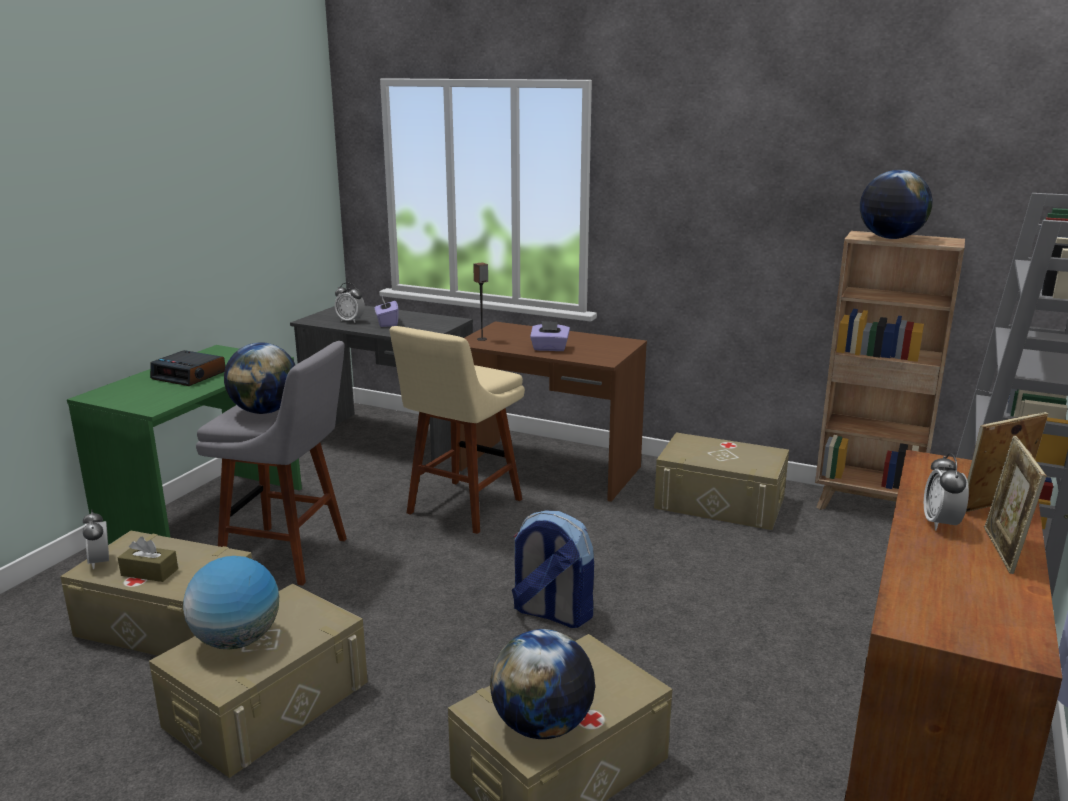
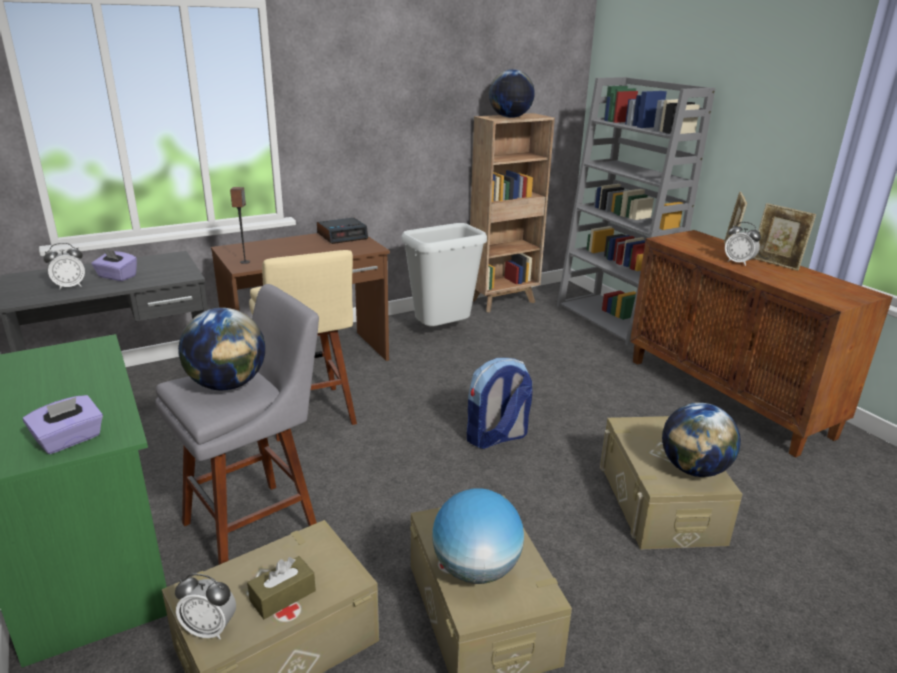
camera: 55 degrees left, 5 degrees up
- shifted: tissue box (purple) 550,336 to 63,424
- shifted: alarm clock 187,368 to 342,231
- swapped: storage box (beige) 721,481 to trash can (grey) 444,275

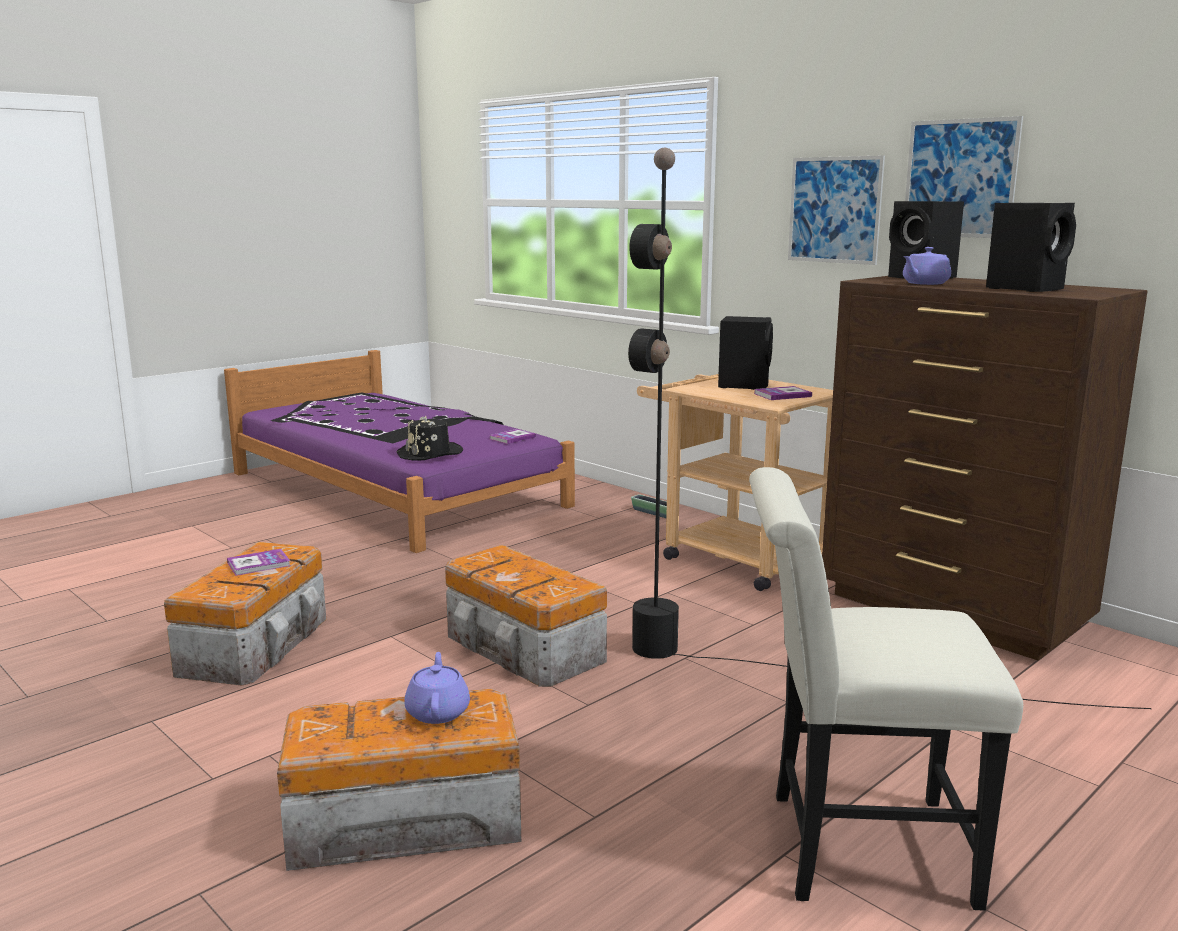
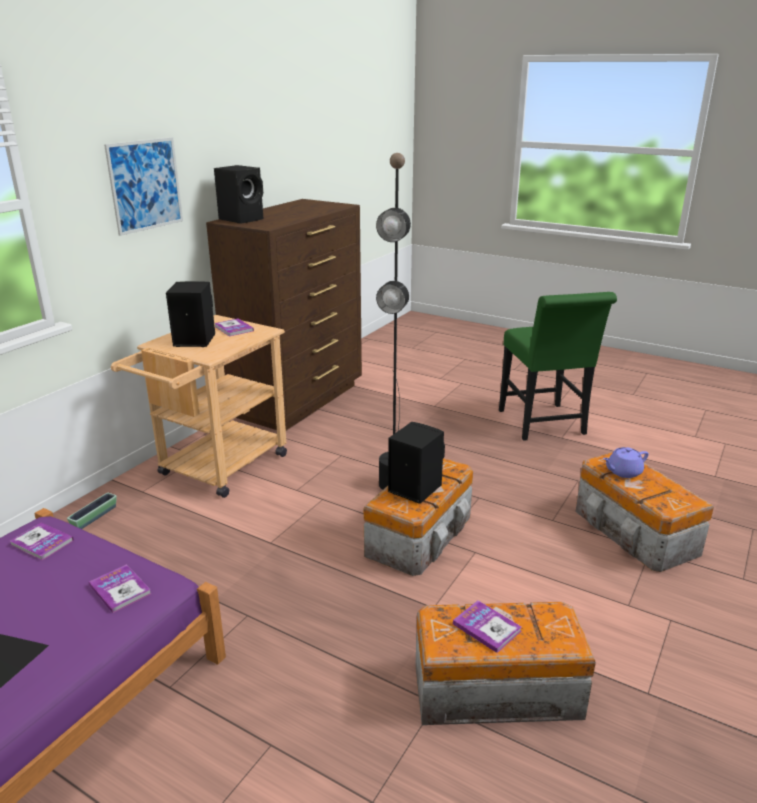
camera: 105 degrees left, 10 degrees up
- swapped: hat (black) 430,438 to book 120,588
- shifted: speaker (black) 1031,247 to 416,463
- repainted: chair (white) 886,689 to chair (green) 558,366
- gone: teapot (purple) 927,266
- gone: picture 964,177

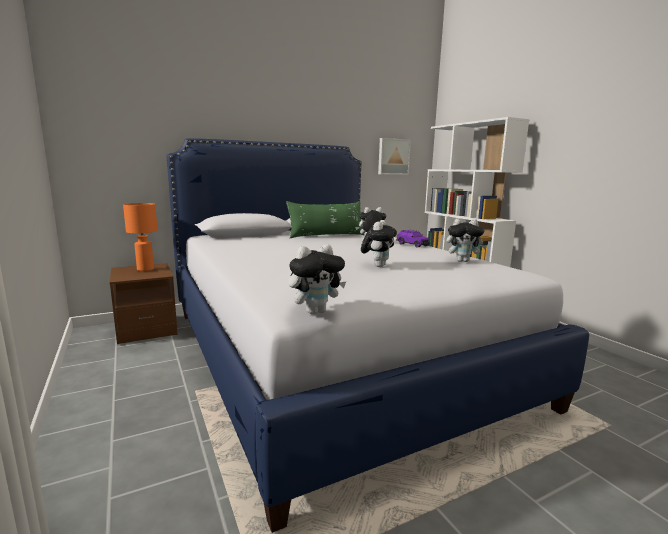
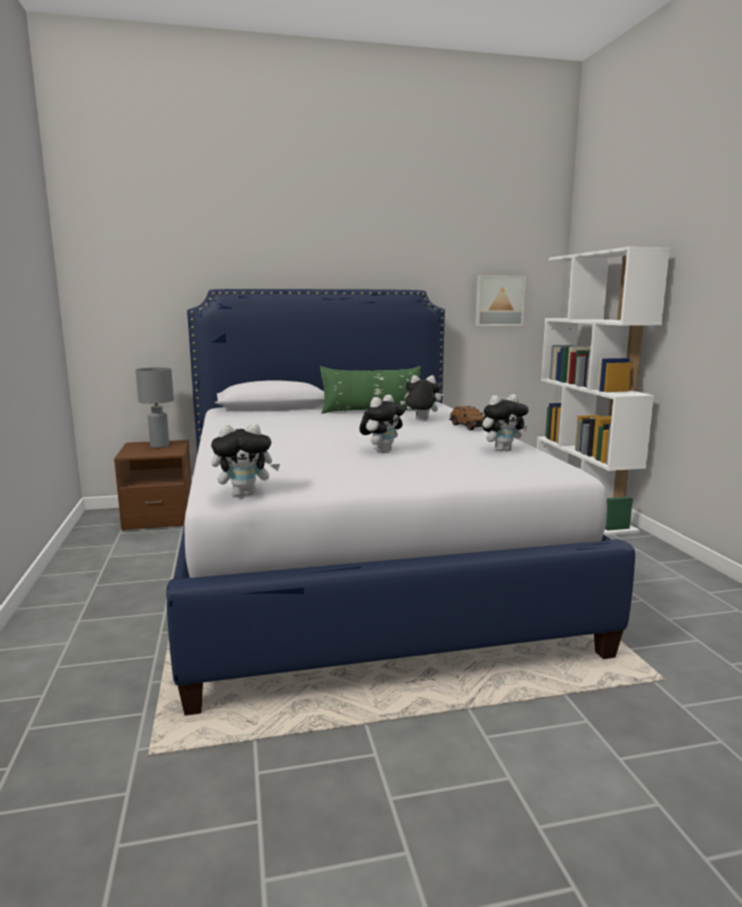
camera: 15 degrees right, 0 degrees up
- repainted: table lamp (orange) 140,237 to table lamp (grey) 155,407
- repainted: toy car (purple) 413,239 to toy car (brown) 466,418
- rotated: plush toy 466,240 = 505,422 45 degrees counterclockwise

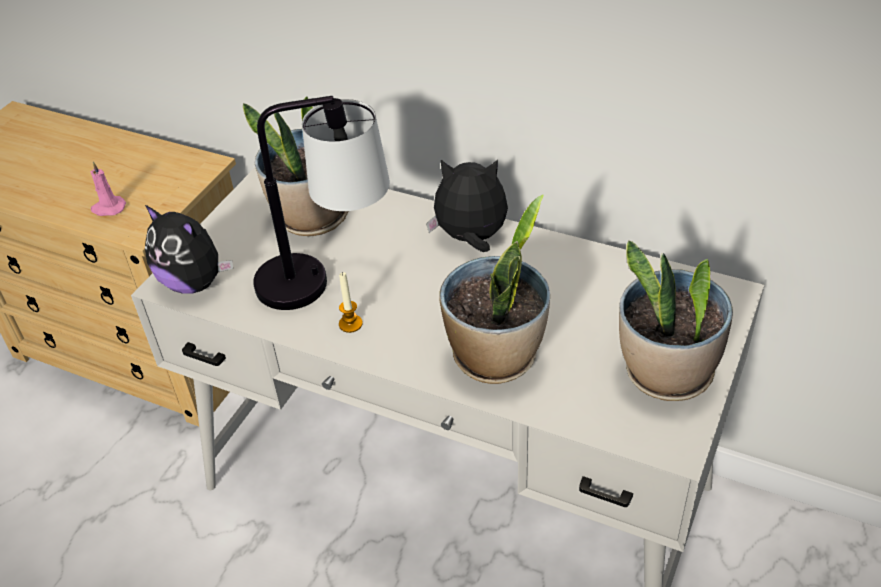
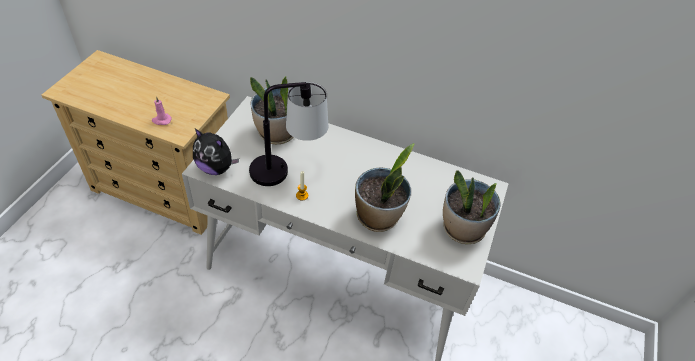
camera: 10 degrees left, 5 degrees up
- gone: plush toy 467,206

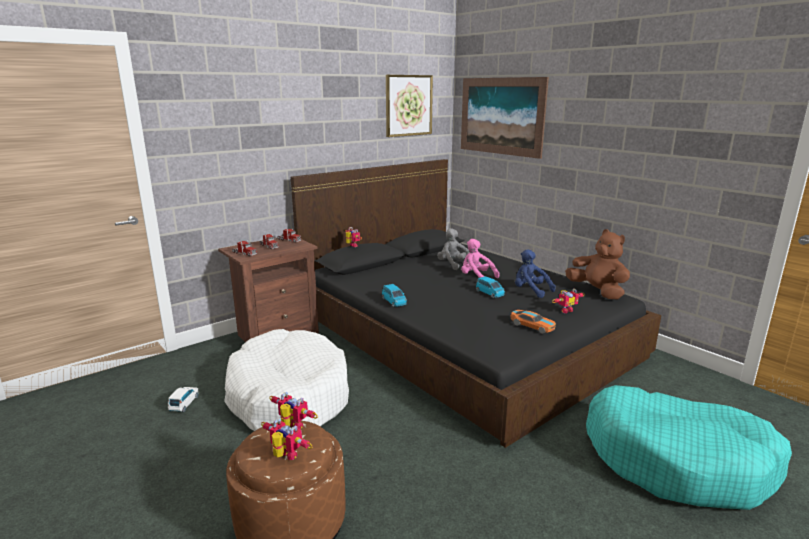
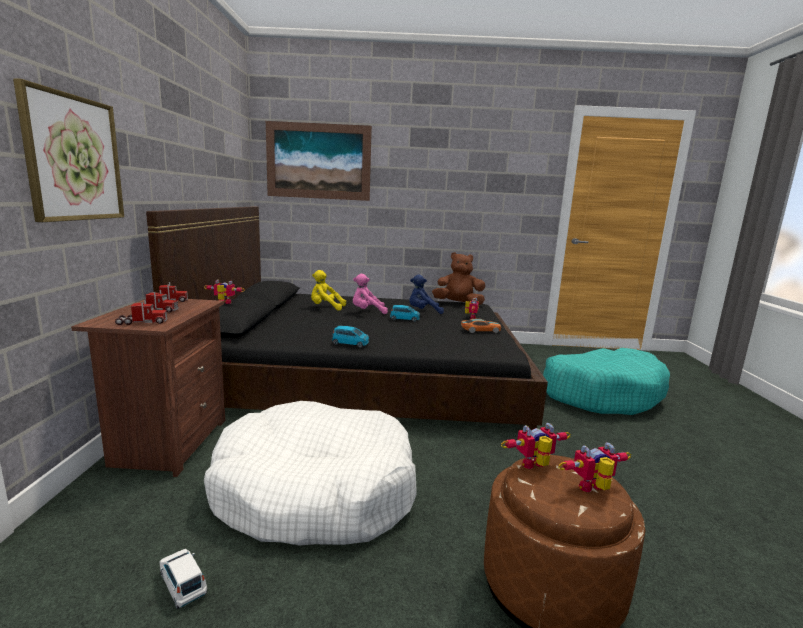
camera: 50 degrees left, 5 degrees down
- shifted: picture 409,106 to 68,150
- repainted: plush toy (grey) 453,249 to plush toy (yellow) 328,290

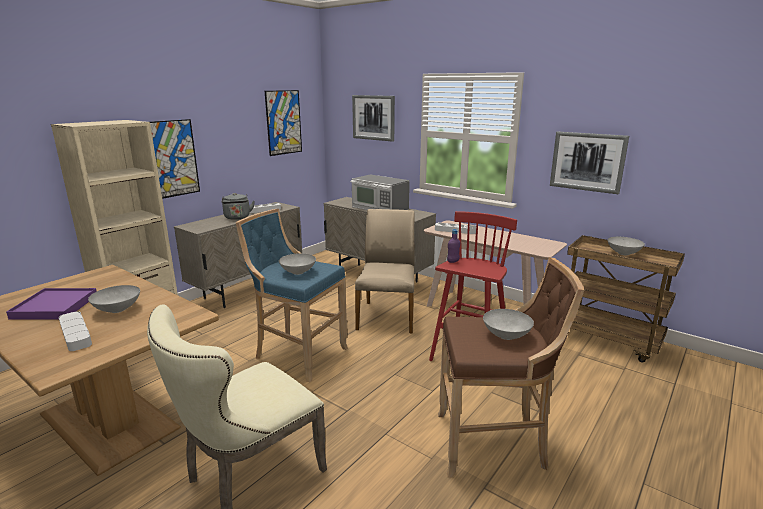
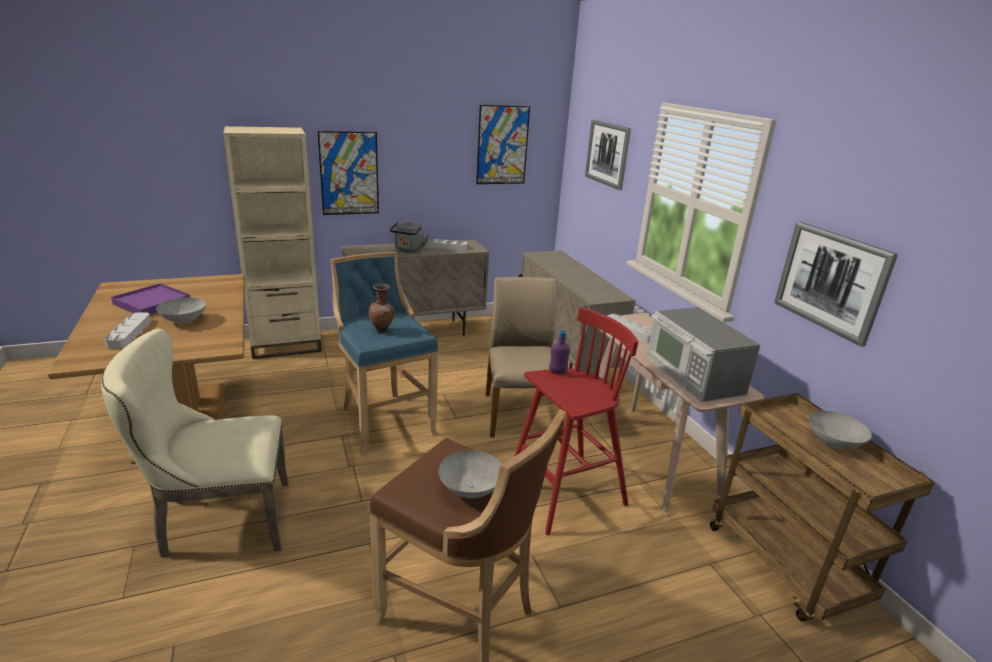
camera: 30 degrees right, 5 degrees up
- swapped: bowl (grey) 297,264 to vase (brown) 381,308
- rotated: chair (beige) 385,271 = 524,357 45 degrees counterclockwise
- shifted: microwave 380,192 to 703,354

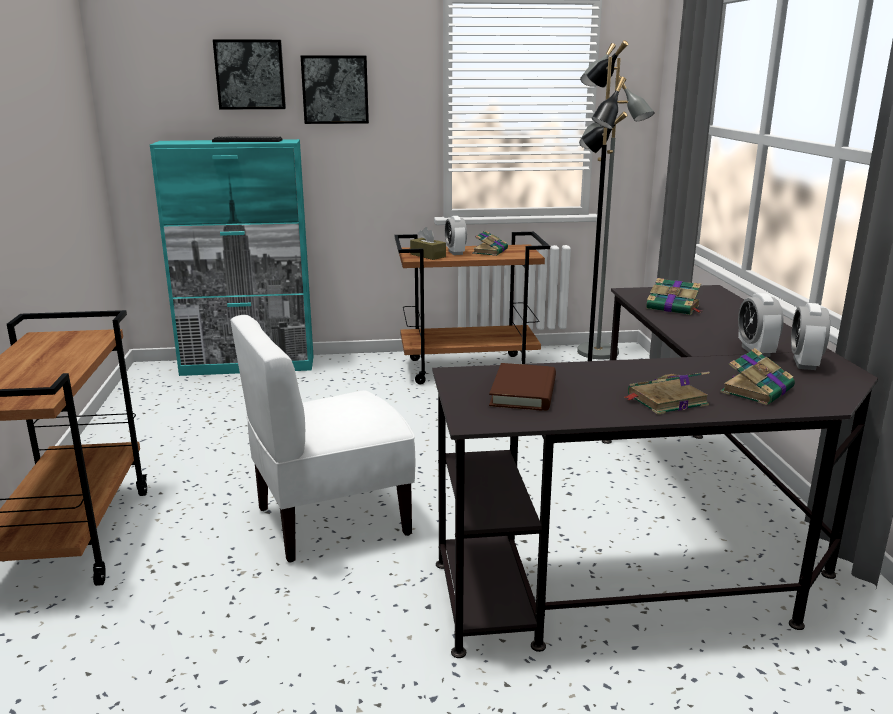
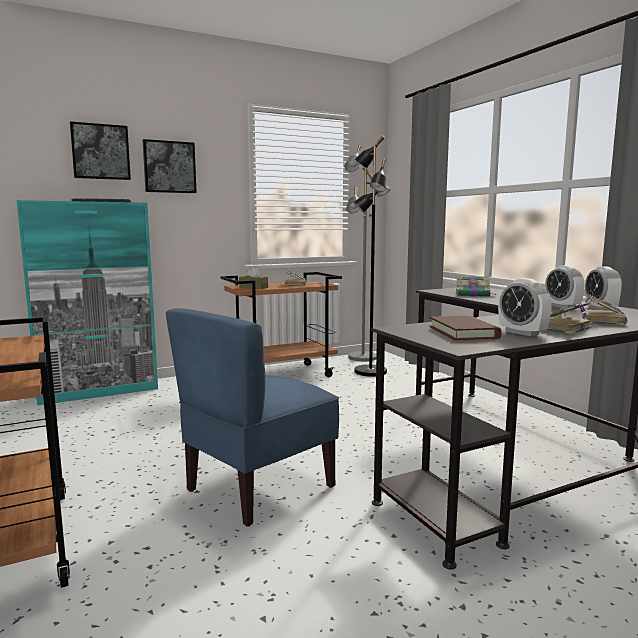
camera: 20 degrees left, 10 degrees down
- repainted: chair (white) 323,438 to chair (blue) 252,417
- shifted: alarm clock 456,235 to 525,307

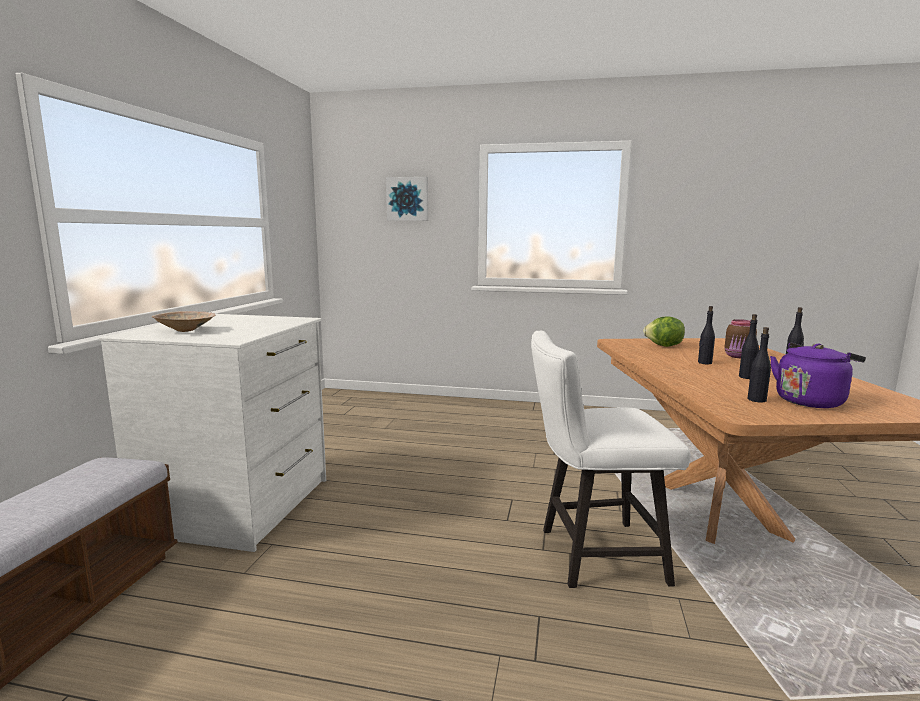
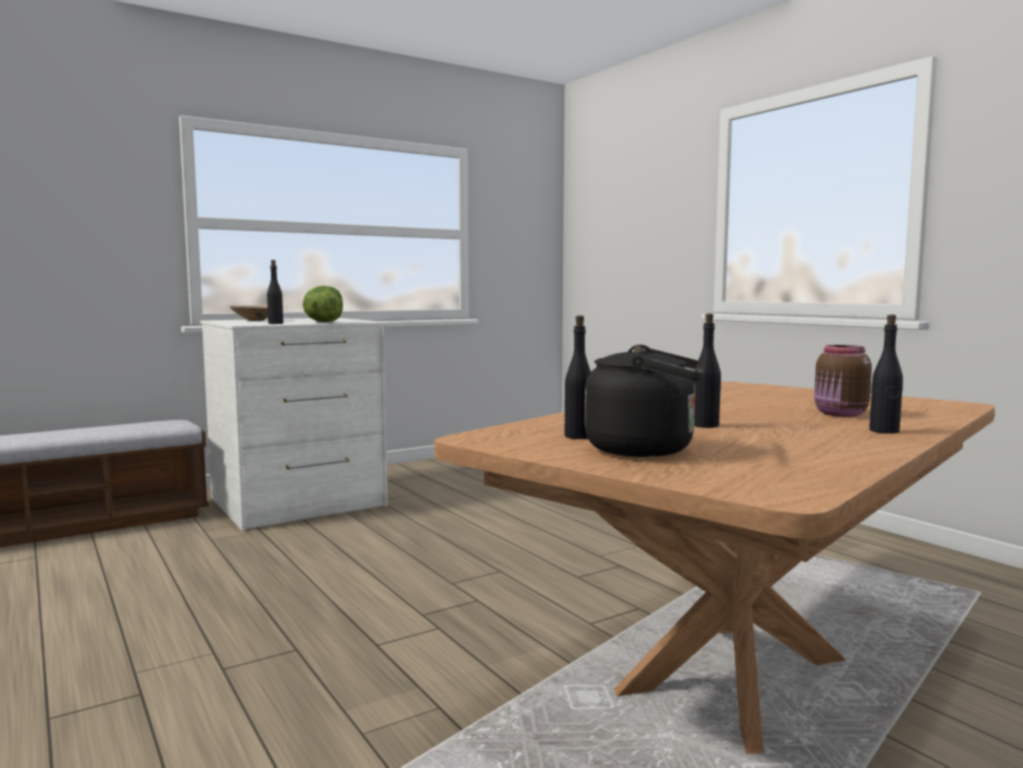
camera: 45 degrees right, 5 degrees down
- shifted: bottle (black) 706,335 to 275,292
- shifted: lettuce 664,332 to 323,304
- repainted: kettle (purple) 818,375 to kettle (black) 645,401
- gone: picture 407,199
- gone: chair (white) 611,459

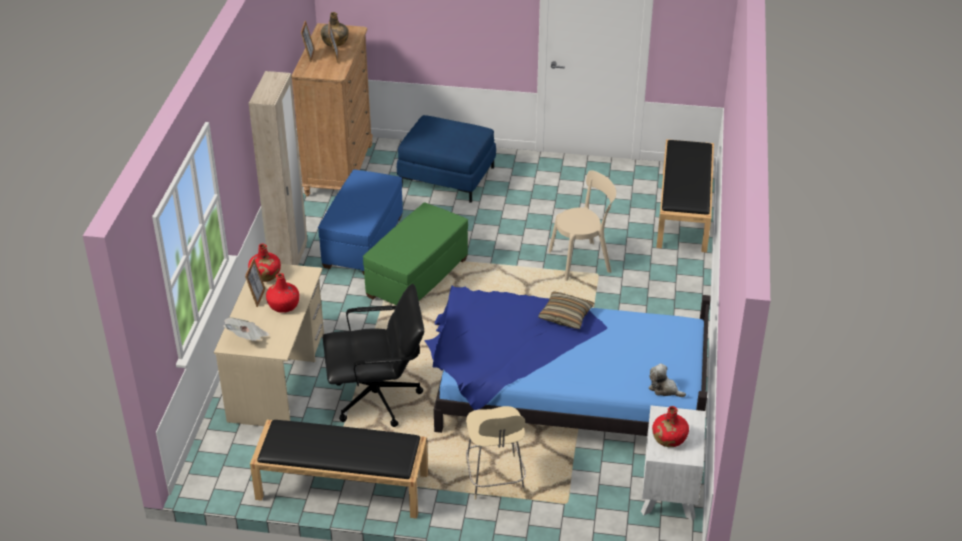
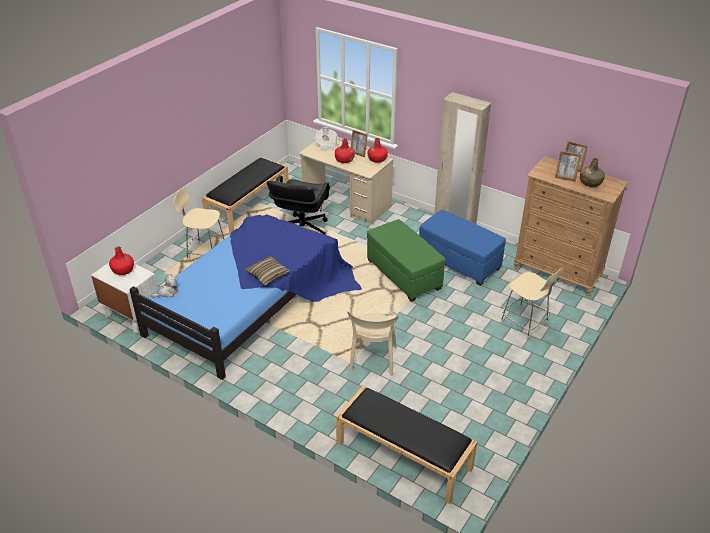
camera: 115 degrees right, 0 degrees up
- swapped: ottoman (blue) 446,159 to chair (beige) 532,304

